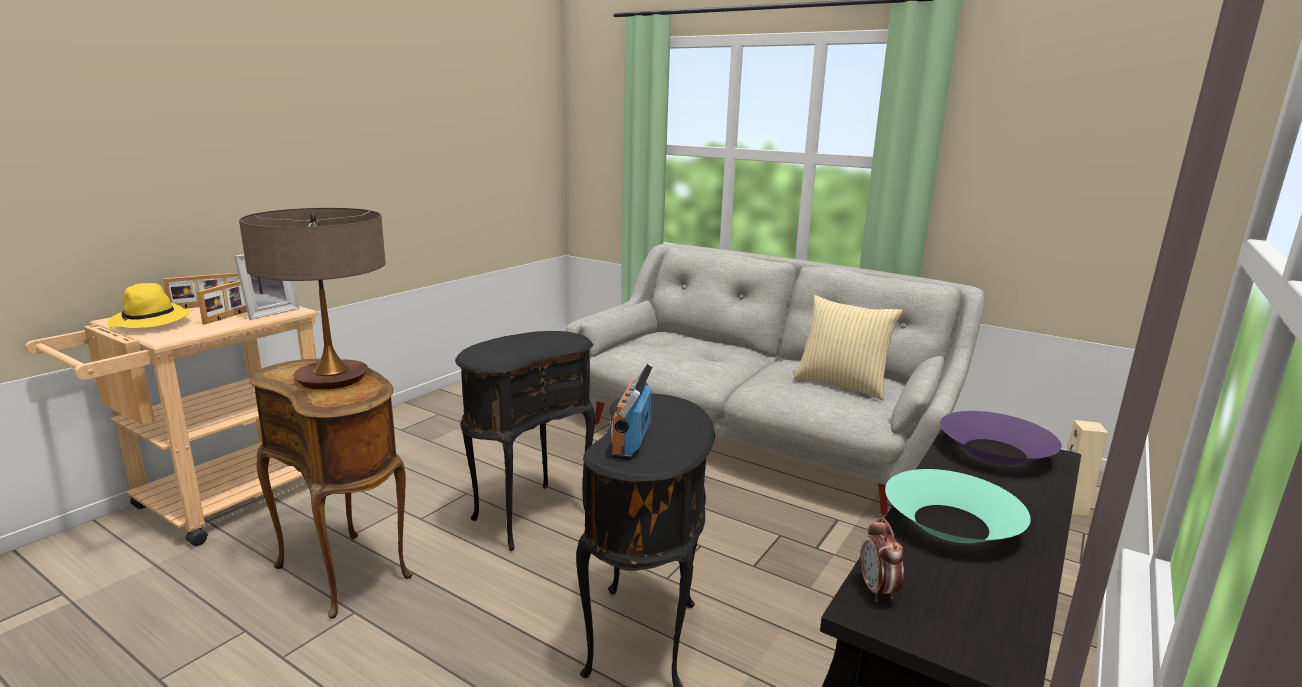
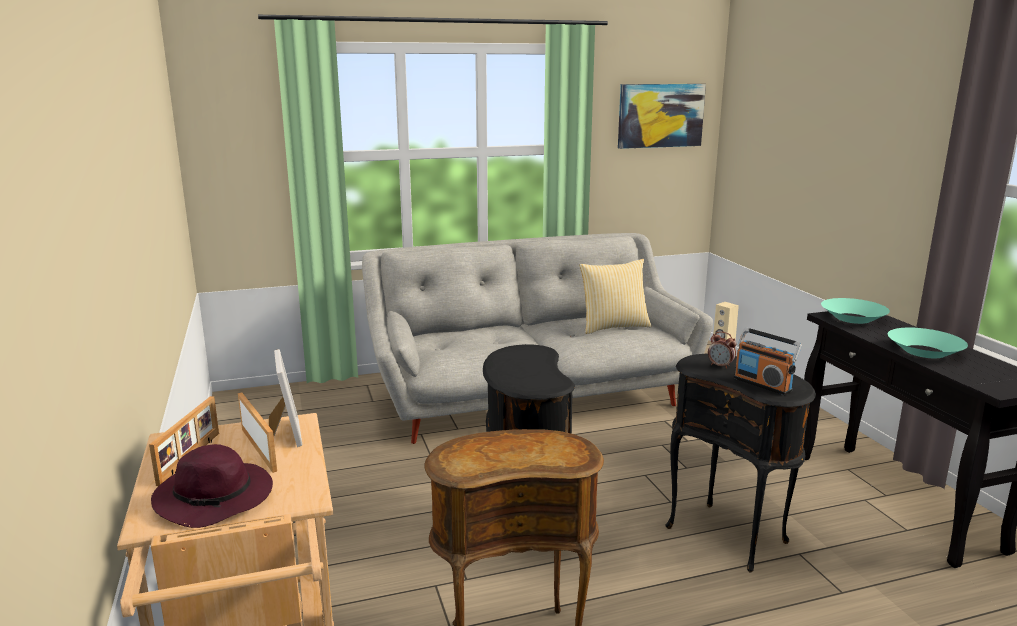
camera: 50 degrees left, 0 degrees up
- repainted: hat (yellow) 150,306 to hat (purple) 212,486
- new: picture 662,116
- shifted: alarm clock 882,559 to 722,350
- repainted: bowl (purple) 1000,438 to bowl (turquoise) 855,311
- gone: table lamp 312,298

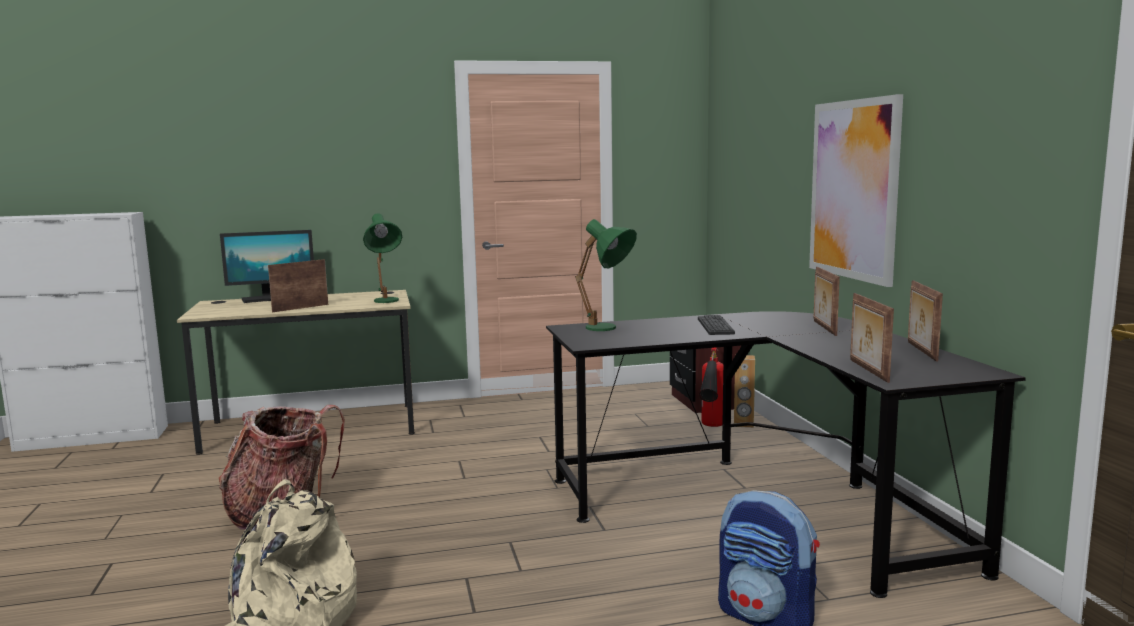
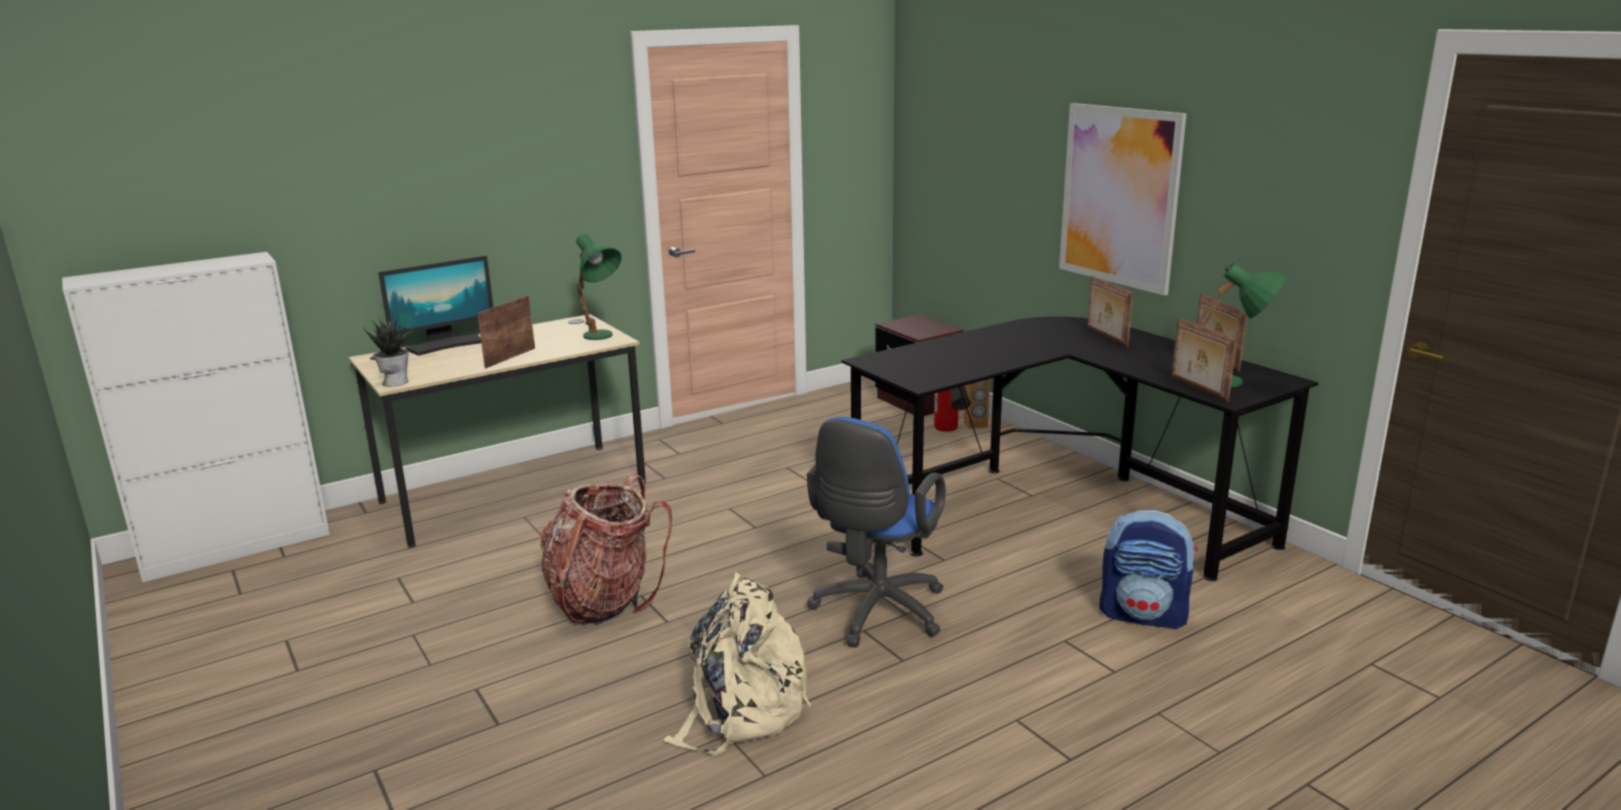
camera: 20 degrees left, 10 degrees up
- new: potted plant 388,351
- new: office chair (blue) 876,532
- shifted: table lamp (green) 606,275 to 1242,325
- gone: keyboard 716,325

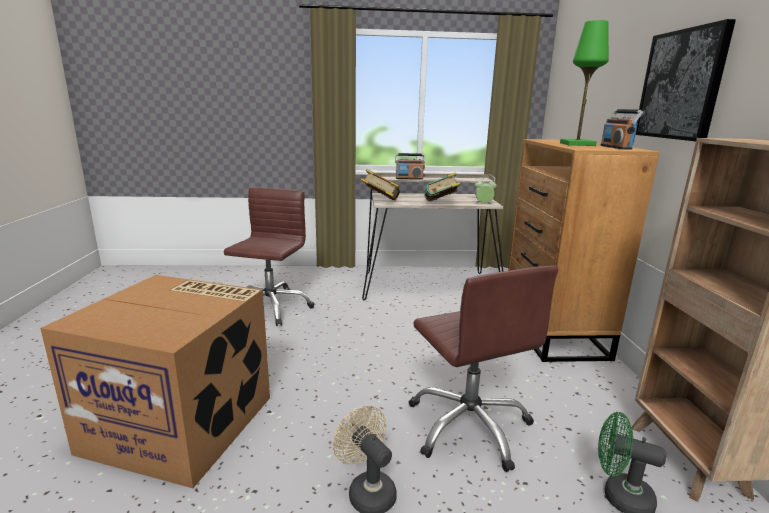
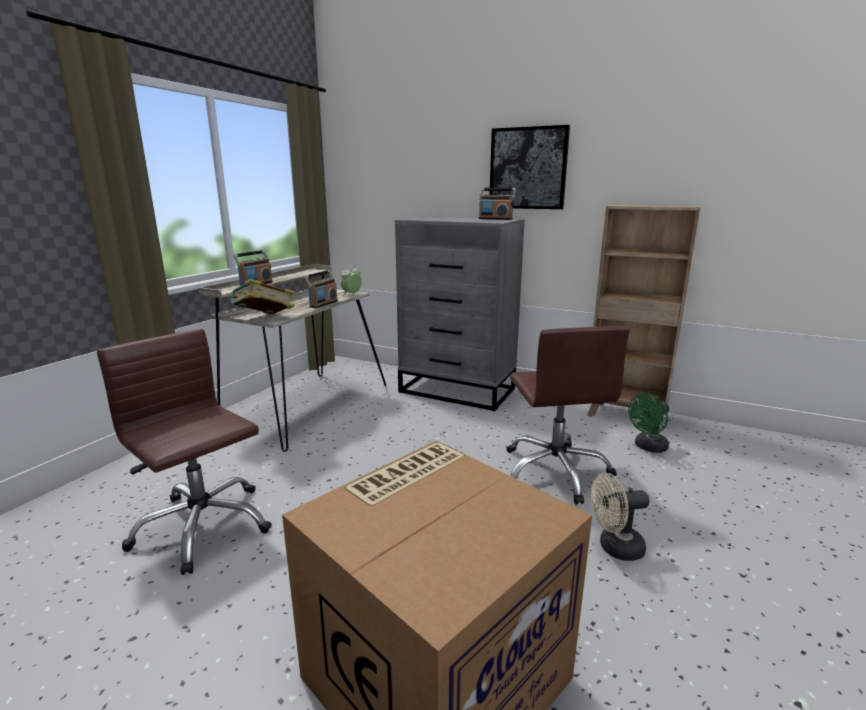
camera: 60 degrees left, 0 degrees up
- swapped: book 442,186 to radio 321,289
- repainted: dresser (brown) 584,250 to dresser (grey) 459,313
- rotated: office chair (brown) 483,368 = 568,415 75 degrees clockwise
- gone: table lamp (green) 584,83

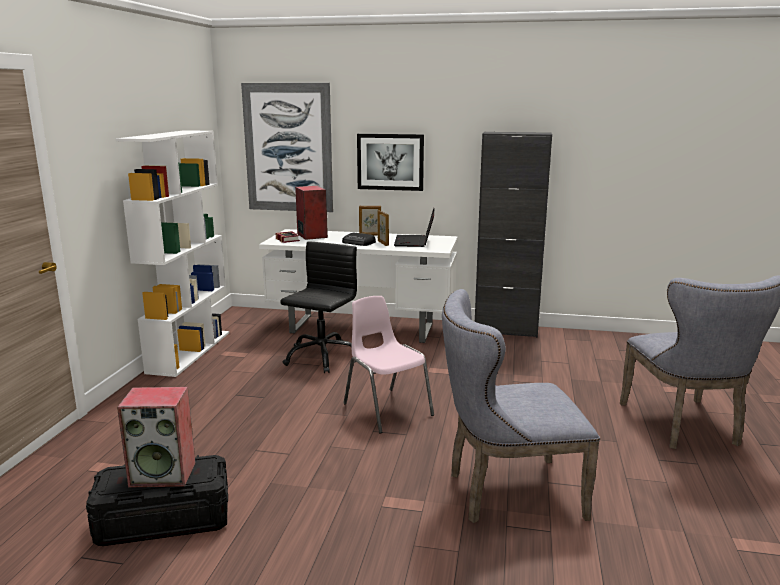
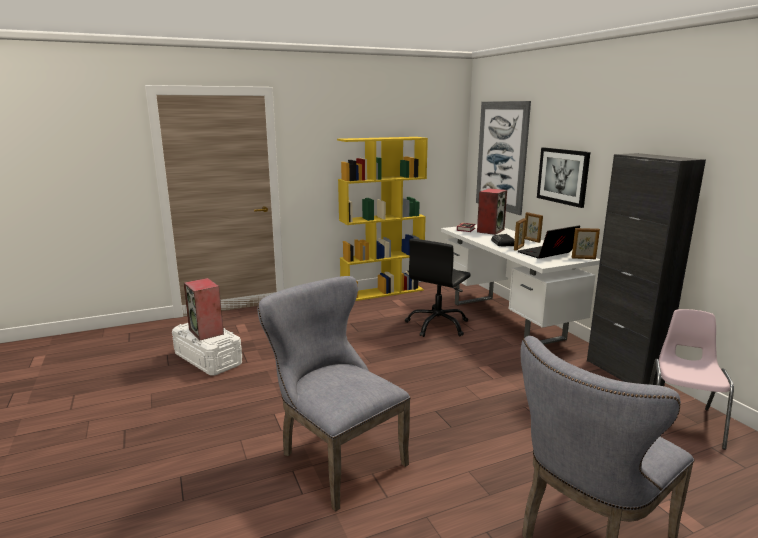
camera: 55 degrees right, 0 degrees up
- repainted: storage box (black) 157,500 to storage box (white) 207,349
- repainted: bookcase (white) 172,253 to bookcase (yellow) 382,219
- rotated: office chair (black) 318,307 = 438,288 135 degrees clockwise
- new: picture frame 586,243
- shifted: chair (pink) 388,364 to 691,379

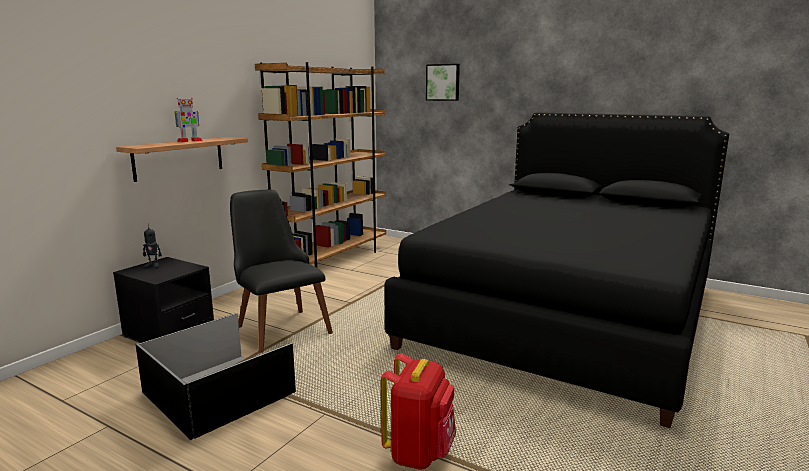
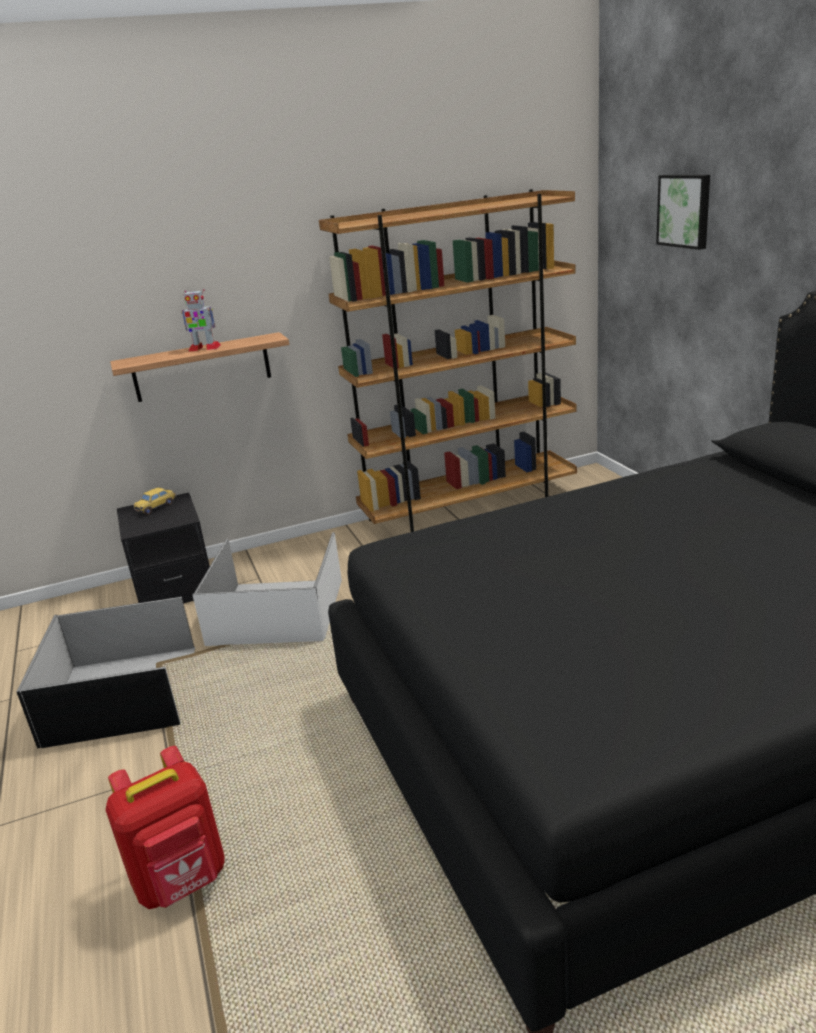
camera: 40 degrees right, 10 degrees up
- swapped: toy robot 152,246 to toy car 154,501
- swapped: chair (black) 281,271 to storage box (white) 267,589

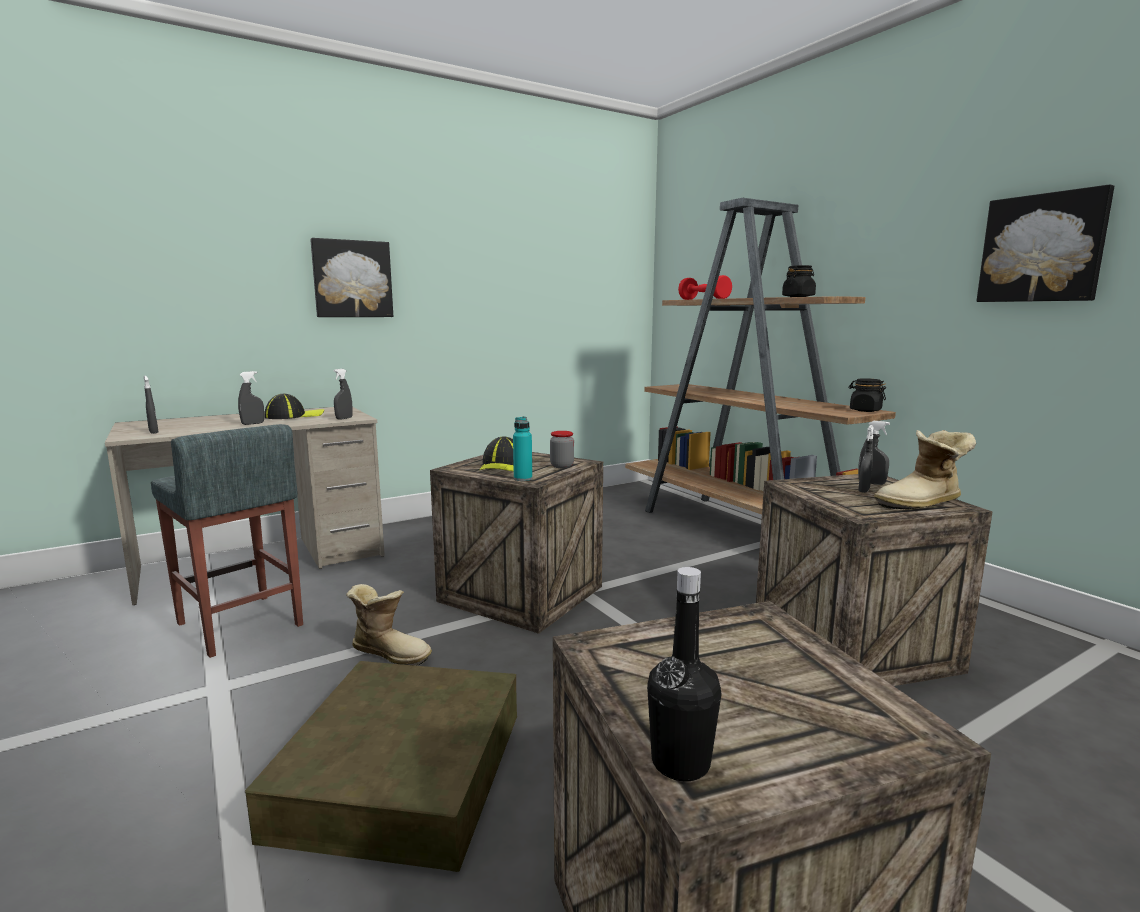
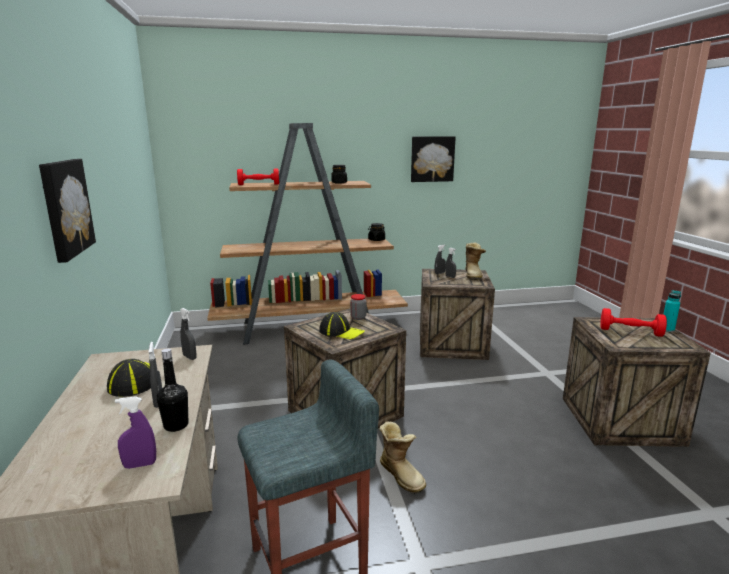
camera: 70 degrees left, 5 degrees up
- repainted: spray bottle (grey) 151,405 to spray bottle (purple) 135,432
- shifted: bottle (black) 684,674 to 172,390
- rotated: boot 389,625 = 402,457 105 degrees clockwise
- new: dumbbell (red) 633,322
- shifted: bottle (turquoise) 522,448 to 672,311
- gone: storage box (brown) 381,766

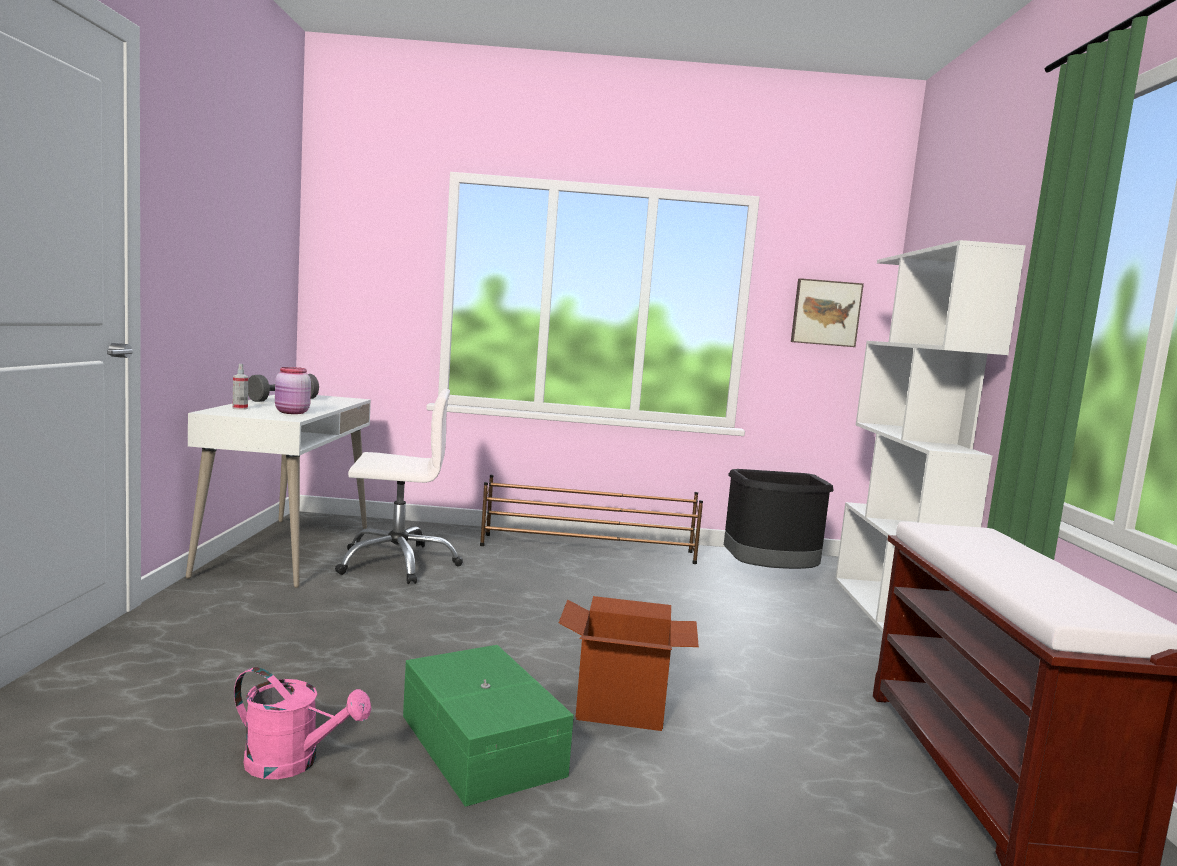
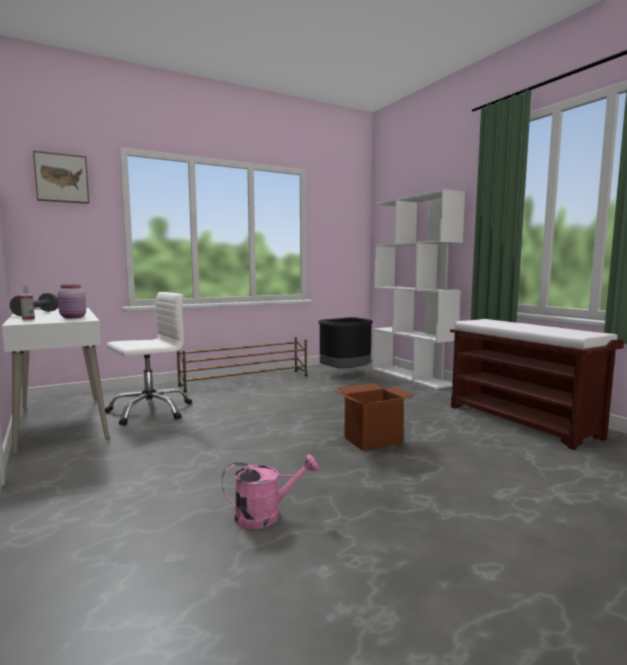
camera: 30 degrees left, 0 degrees up
- shifted: picture 827,312 to 61,177
- gone: storage box (green) 488,726

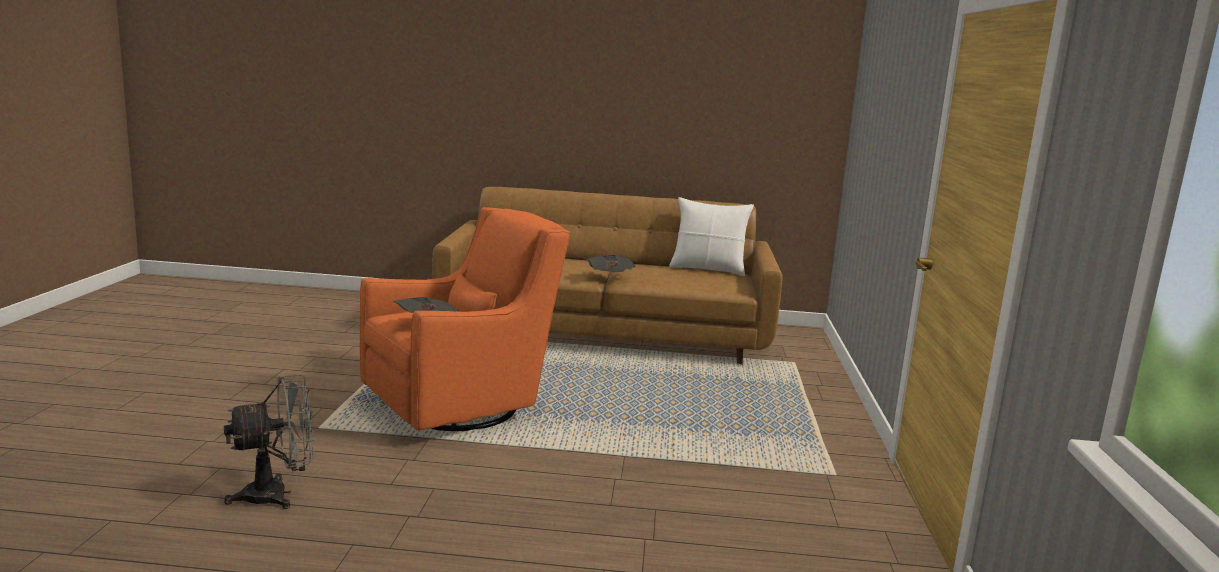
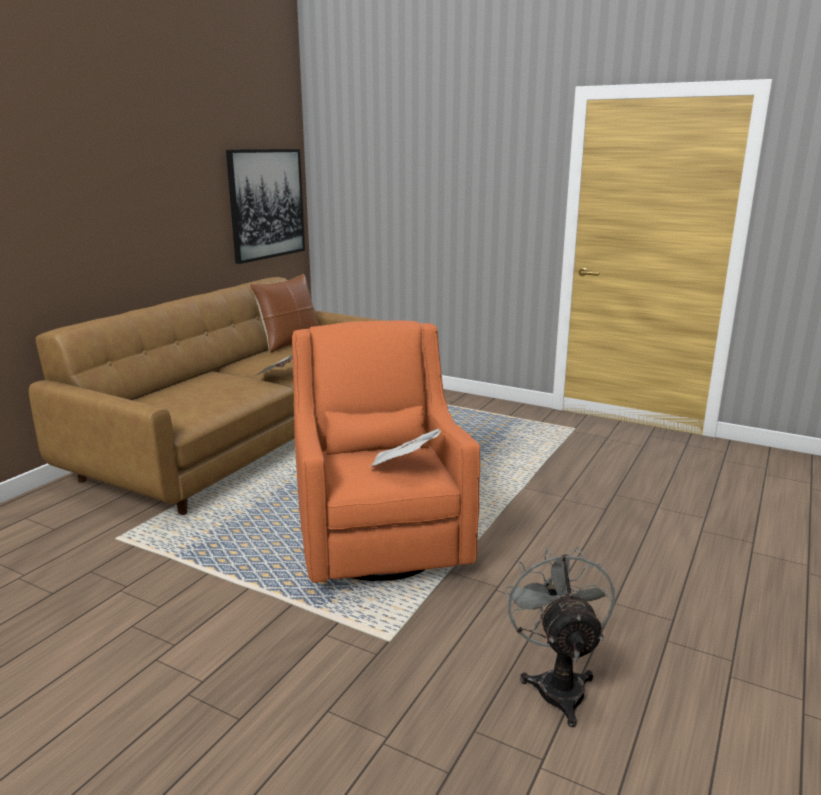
camera: 65 degrees left, 5 degrees up
- new: picture 265,206
- repainted: pillow (white) 711,236 to pillow (brown) 284,313

